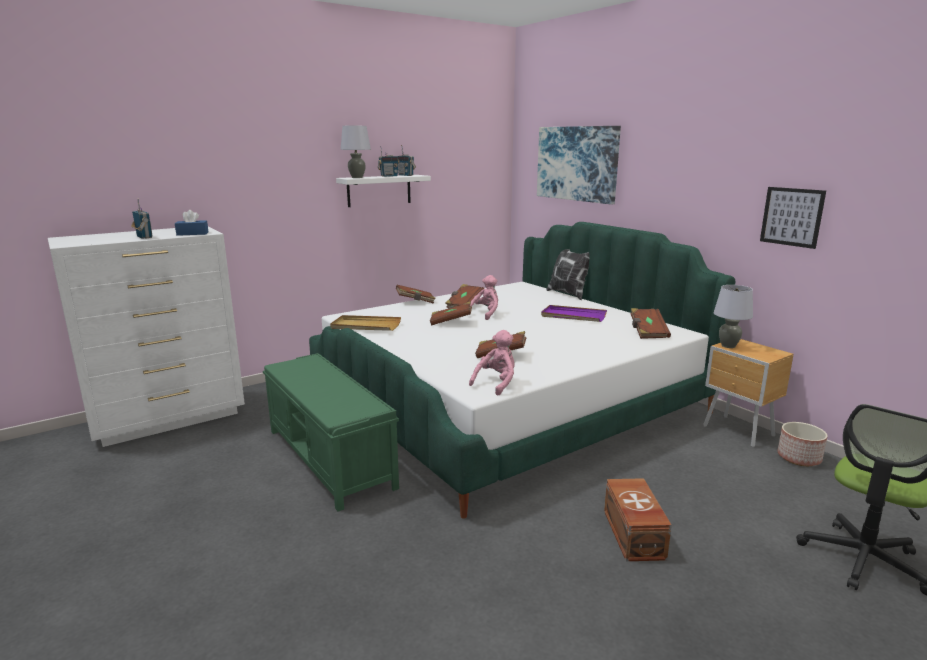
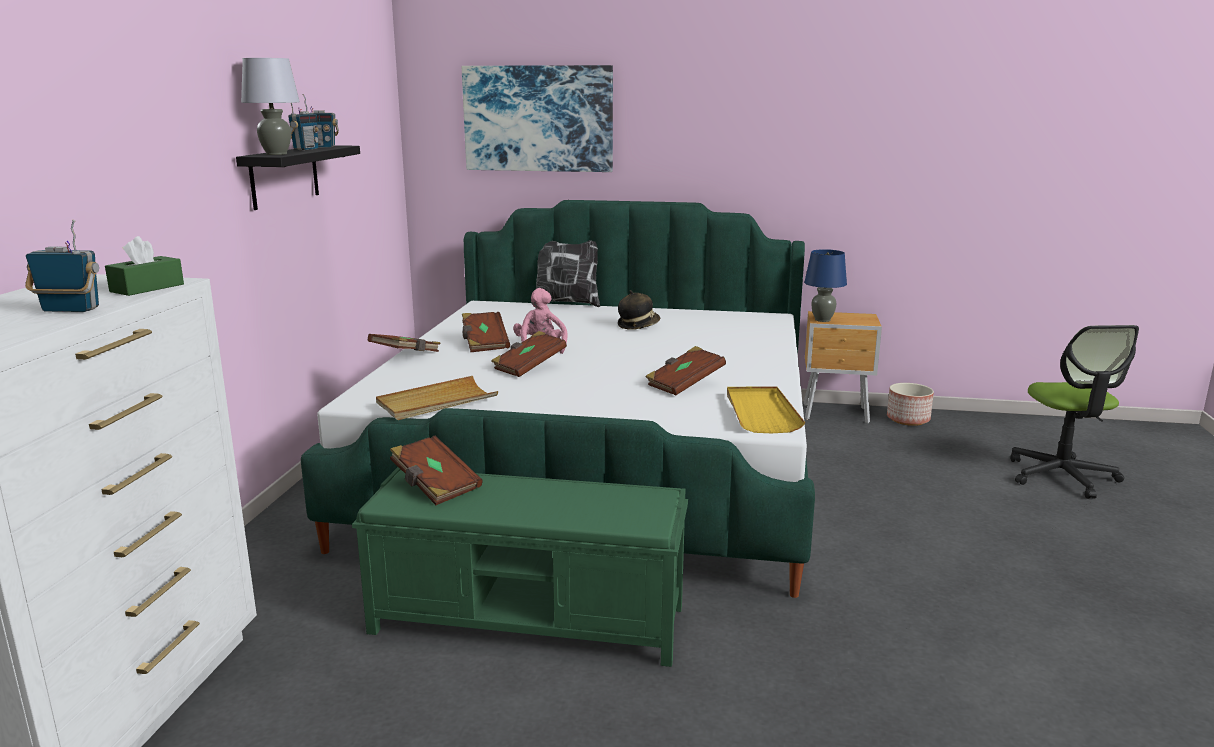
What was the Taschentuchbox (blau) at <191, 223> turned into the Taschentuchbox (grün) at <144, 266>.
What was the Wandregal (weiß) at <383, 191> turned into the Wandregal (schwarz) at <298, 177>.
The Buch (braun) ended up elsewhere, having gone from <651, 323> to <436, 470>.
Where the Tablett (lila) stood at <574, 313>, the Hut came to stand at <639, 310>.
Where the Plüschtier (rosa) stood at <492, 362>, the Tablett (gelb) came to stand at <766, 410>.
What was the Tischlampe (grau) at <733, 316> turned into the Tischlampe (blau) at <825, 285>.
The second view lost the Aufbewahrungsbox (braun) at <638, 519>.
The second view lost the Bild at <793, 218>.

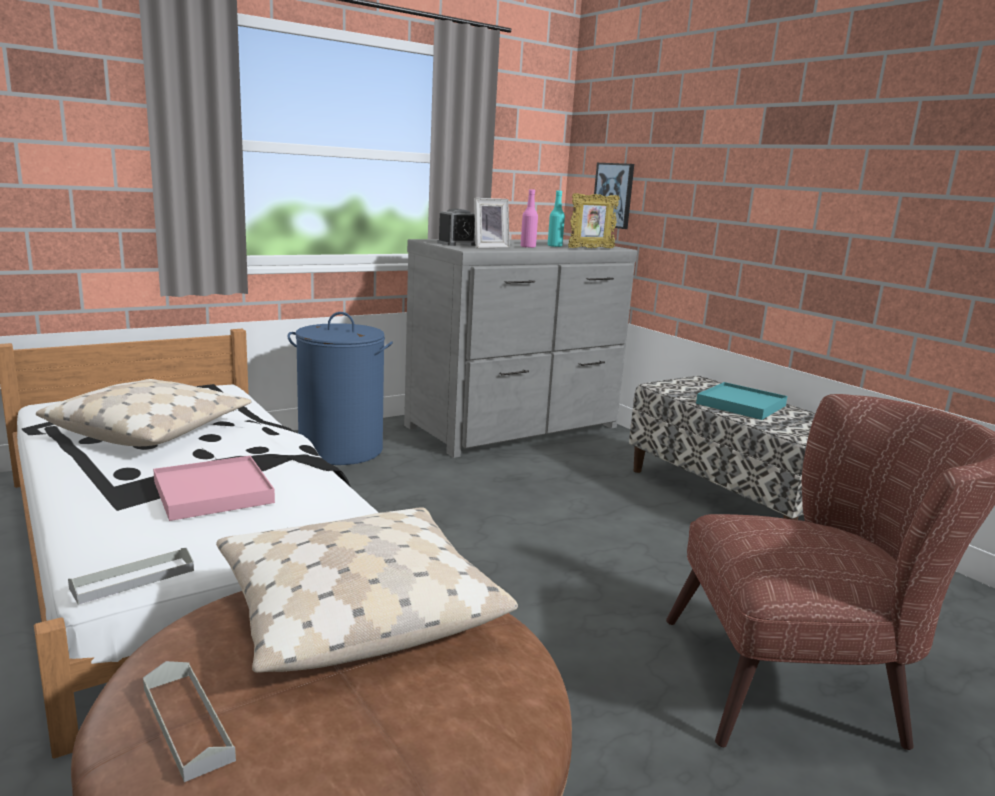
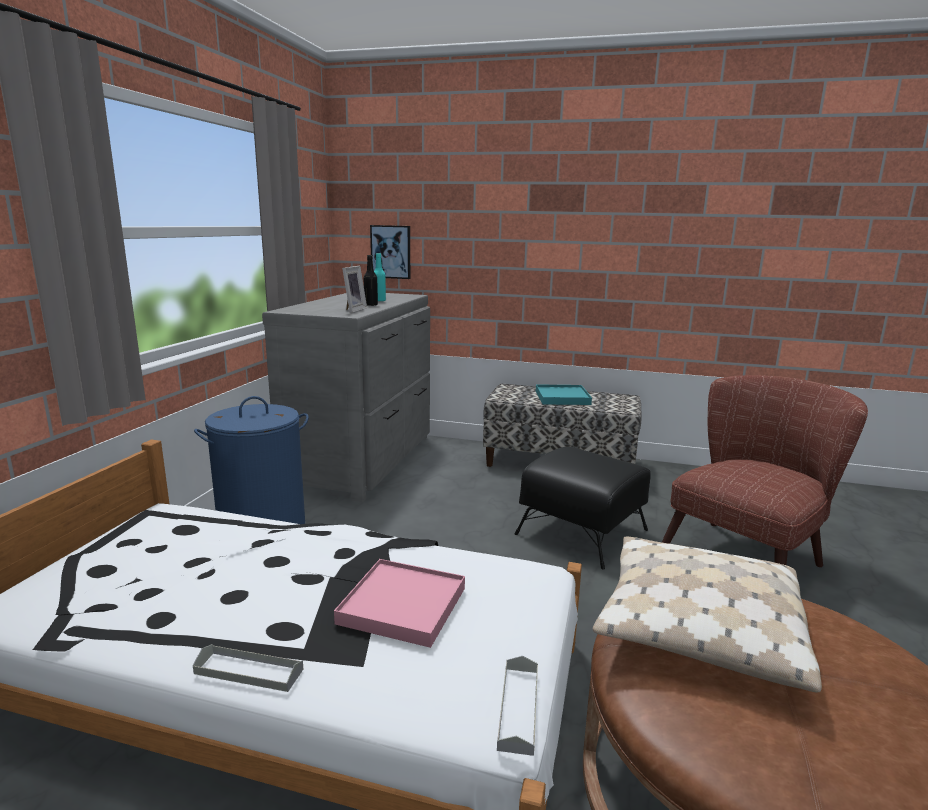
The Tablett (grau) ended up elsewhere, having gone from <189, 721> to <248, 668>.
What was the Flasche (rosa) at <529, 218> turned into the Flasche (schwarz) at <370, 280>.
The second view gained the Polsterhocker (schwarz) at <583, 508>.
The second view lost the Kissen (beige) at <143, 412>.
The second view lost the Wecker at <456, 227>.
The second view lost the Bilderrahmen at <594, 221>.

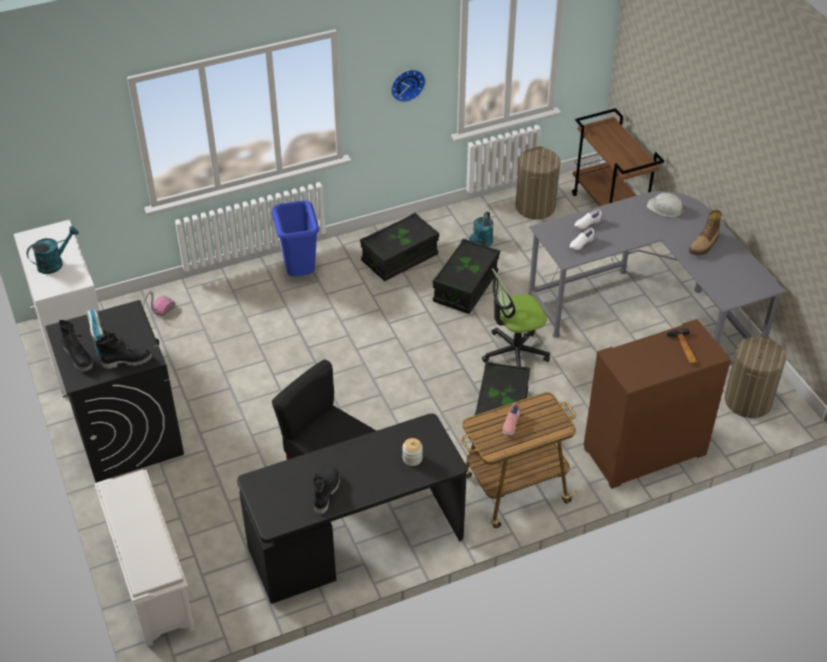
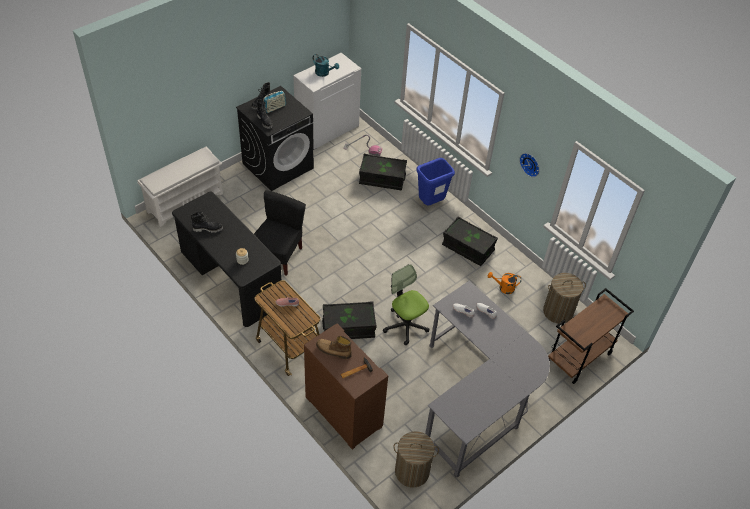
The Stiefel ended up elsewhere, having gone from <705, 232> to <334, 347>.
The Aufbewahrungsbox (schwarz) ended up elsewhere, having gone from <466, 276> to <383, 172>.
What was the Gießkanne (türkis) at <481, 229> turned into the Gießkanne (orange) at <504, 283>.
The second view lost the Schutzhelm (weiß) at <666, 205>.

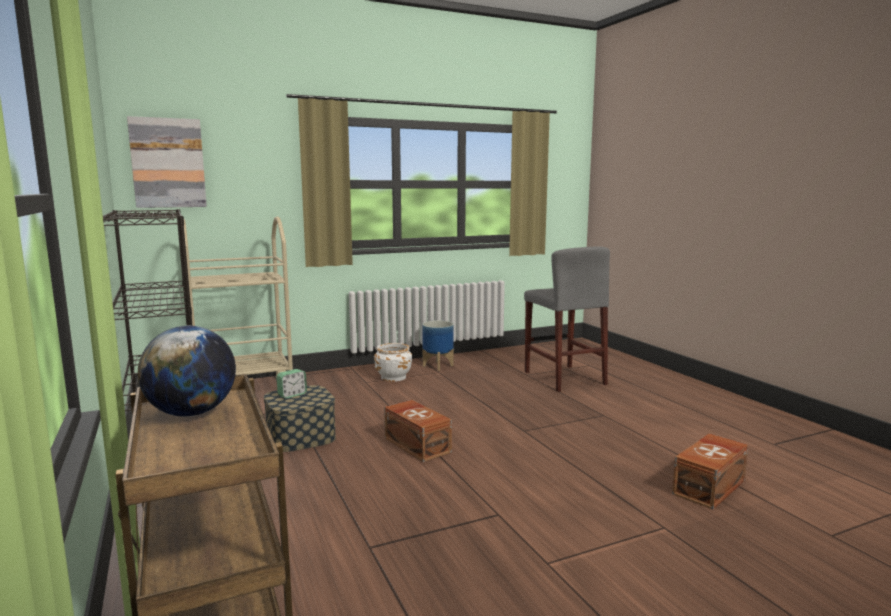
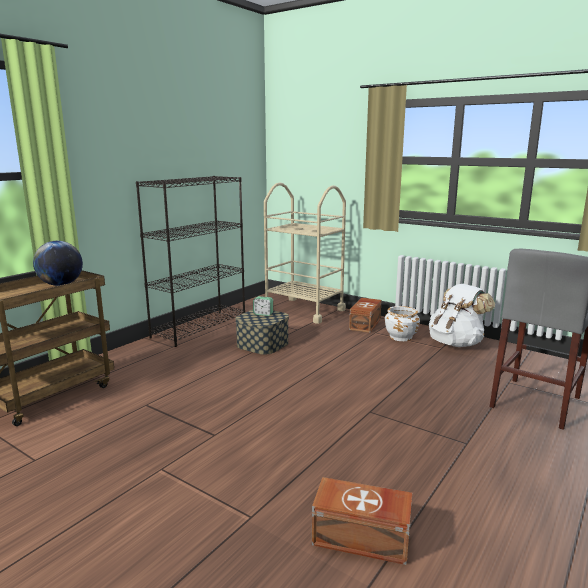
The Aufbewahrungsbox (braun) ended up elsewhere, having gone from <418, 431> to <365, 315>.
Where the Pflanzkübel stood at <438, 346>, the Rucksack (weiß) came to stand at <462, 315>.
The second view lost the Bild at <167, 162>.

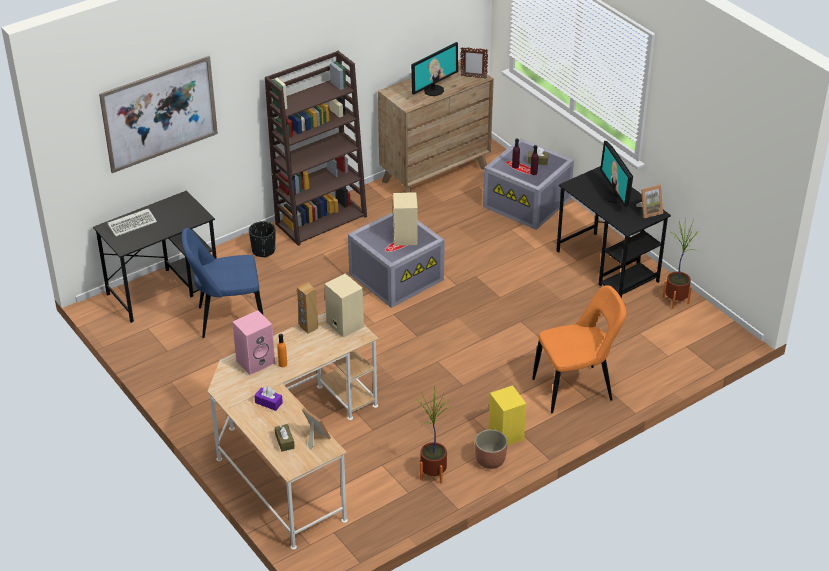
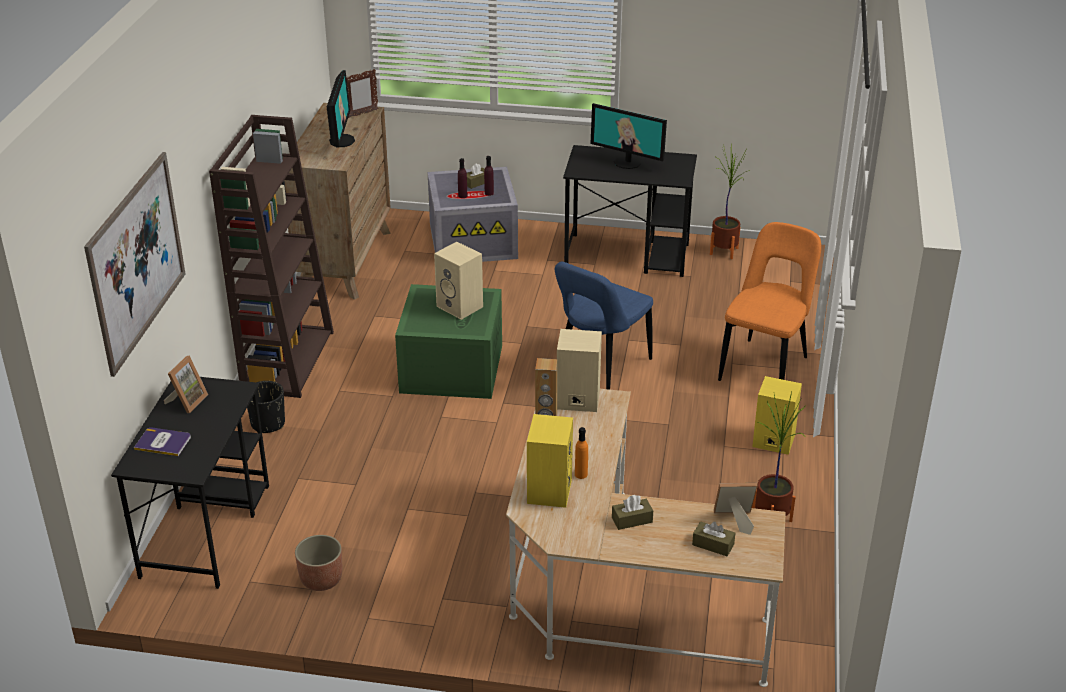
Where the Tastatur stood at <132, 222>, the Buch came to stand at <162, 441>.
The Bilderrahmen ended up elsewhere, having gone from <649, 201> to <186, 384>.
The Pflanzkübel ended up elsewhere, having gone from <491, 449> to <318, 563>.
What was the Aufbewahrungsbox (grau) at <396, 260> turned into the Aufbewahrungsbox (grün) at <448, 341>.
What was the Lautsprecher (rosa) at <253, 342> turned into the Lautsprecher (gelb) at <550, 461>.
The Stuhl (blau) ended up elsewhere, having gone from <222, 283> to <604, 326>.
What was the Taschentuchbox (lila) at <268, 399> turned into the Taschentuchbox (braun) at <632, 512>.

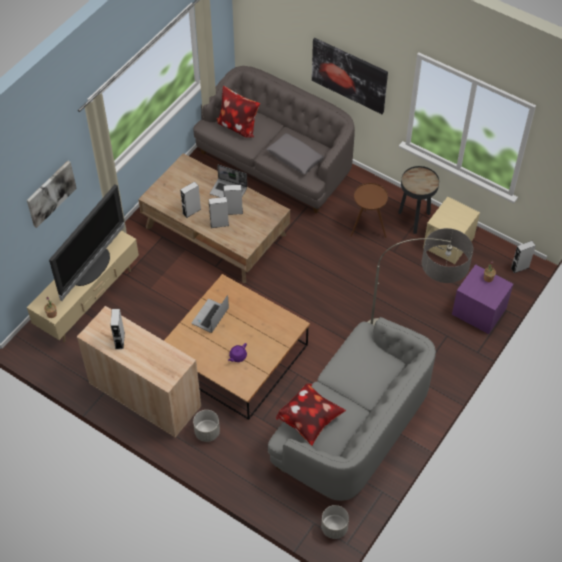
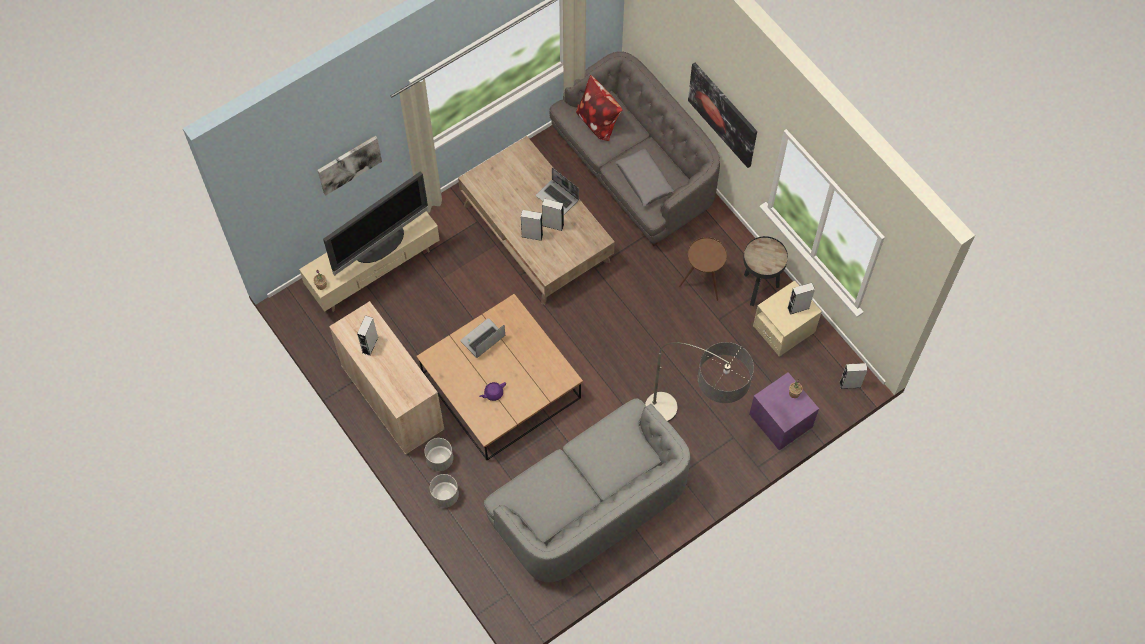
The Pflanzkübel (grau) ended up elsewhere, having gone from <335, 522> to <444, 491>.
The Lautsprecher (grau) ended up elsewhere, having gone from <190, 199> to <801, 299>.
The second view lost the Kissen at <311, 415>.

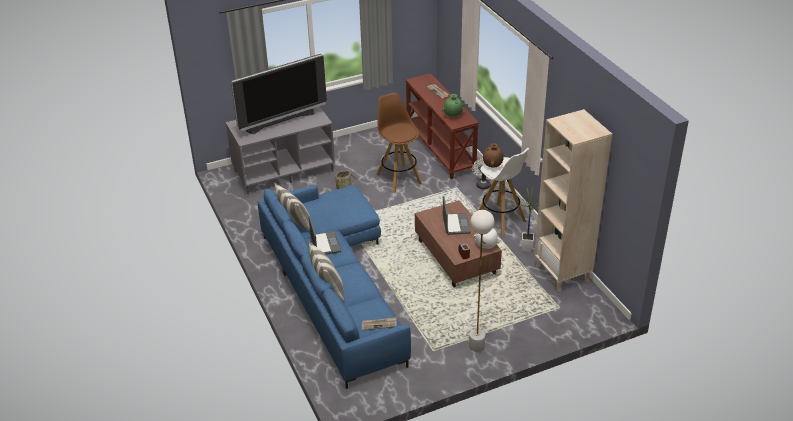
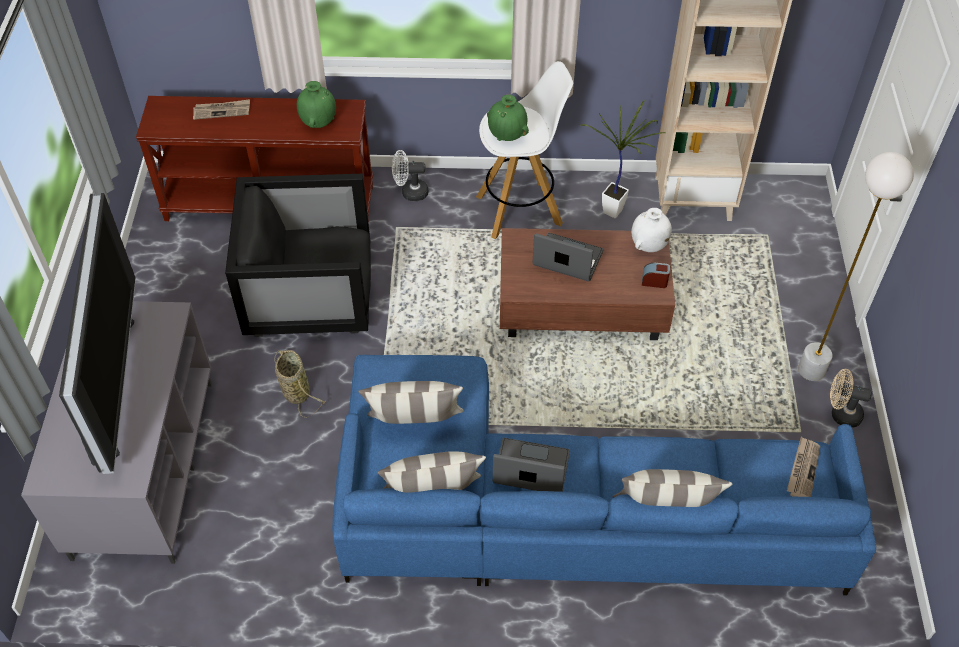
Where the Hocker (braun) stood at <399, 142>, the Sessel (schwarz) came to stand at <298, 255>.
The second view gained the Kissen at <411, 402>.
What was the Vase (braun) at <493, 155> turned into the Vase (grün) at <508, 118>.
The second view gained the Ventilator (beige) at <851, 398>.

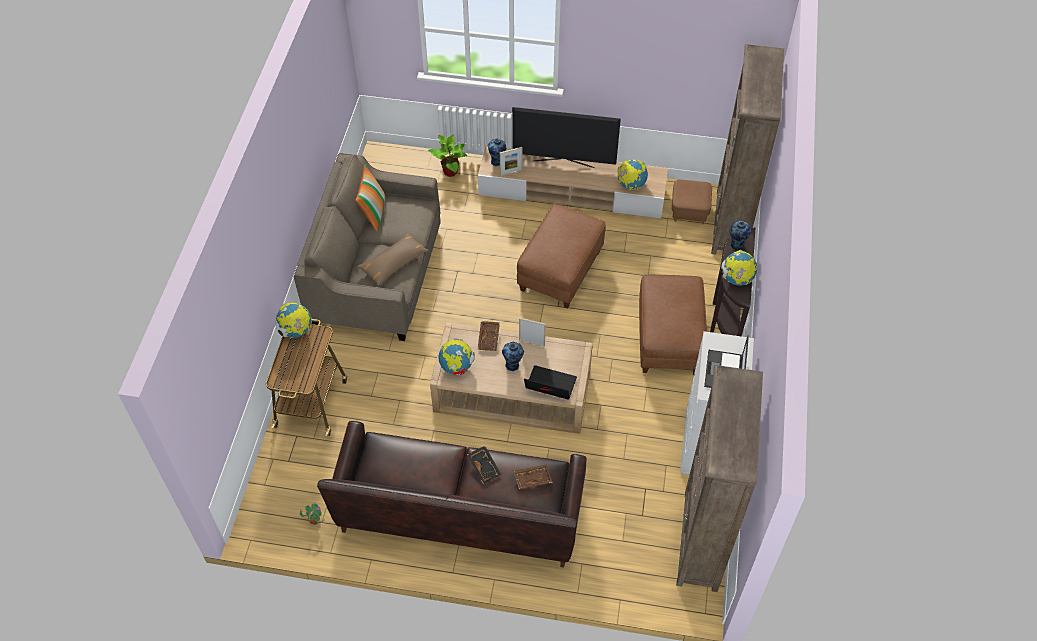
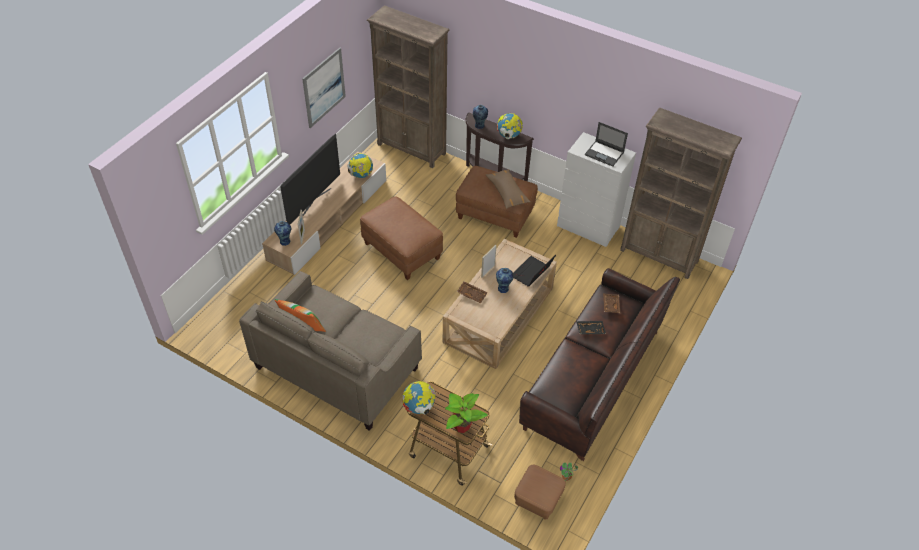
The second view gained the Bild at <324, 87>.
The Topfpflanze ended up elsewhere, having gone from <447, 156> to <466, 413>.
The Kissen (braun) ended up elsewhere, having gone from <393, 258> to <508, 189>.
The Polsterhocker (braun) ended up elsewhere, having gone from <692, 201> to <540, 492>.
The second view lost the Globus at <457, 357>.

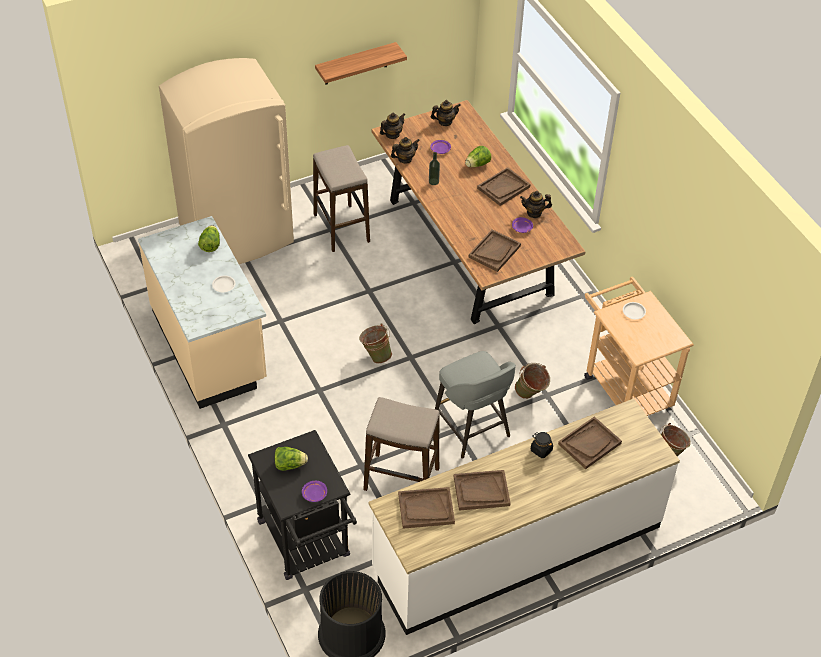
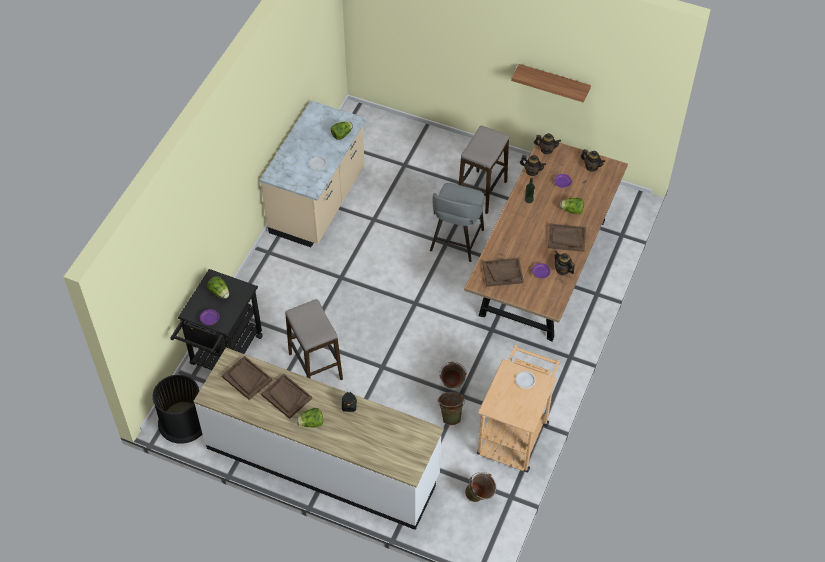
The second view gained the Salatkopf at <309, 418>.
The Hocker (grau) ended up elsewhere, having gone from <475, 405> to <457, 222>.
The Eimer (grün) ended up elsewhere, having gone from <375, 343> to <451, 408>.
The second view lost the Kühlschrank (beige) at <226, 161>.
The second view lost the Tablett (braun) at <590, 442>.

